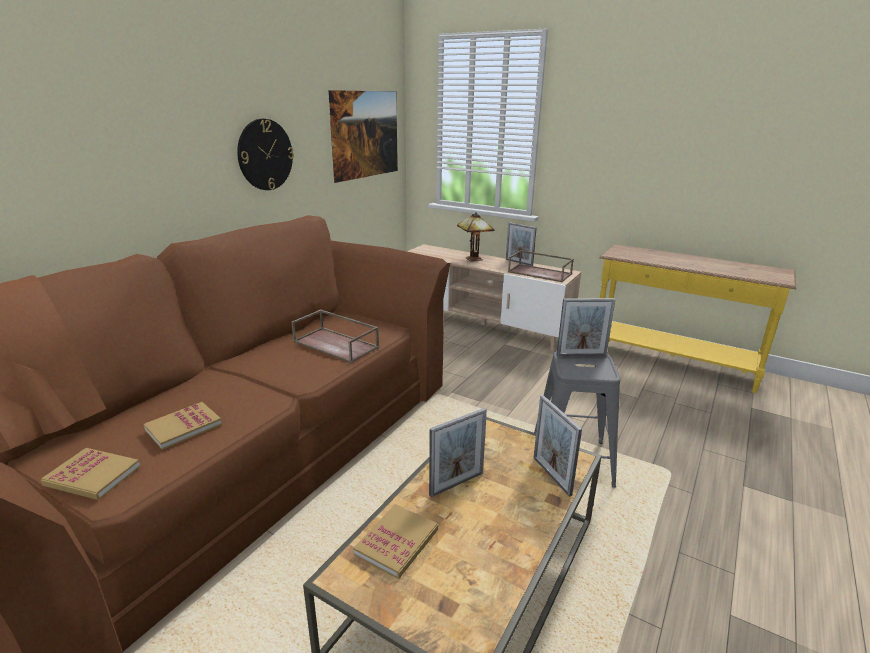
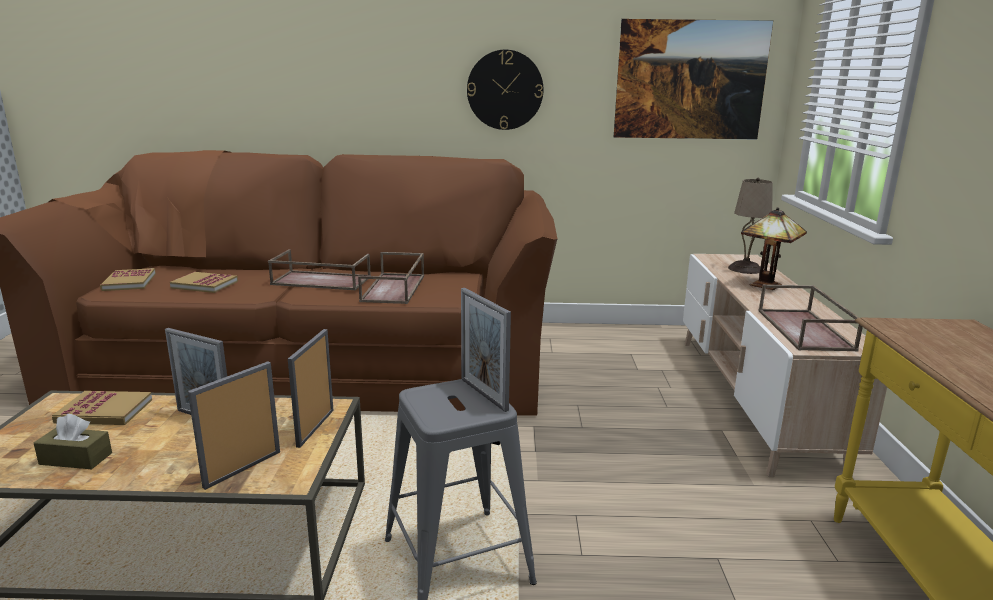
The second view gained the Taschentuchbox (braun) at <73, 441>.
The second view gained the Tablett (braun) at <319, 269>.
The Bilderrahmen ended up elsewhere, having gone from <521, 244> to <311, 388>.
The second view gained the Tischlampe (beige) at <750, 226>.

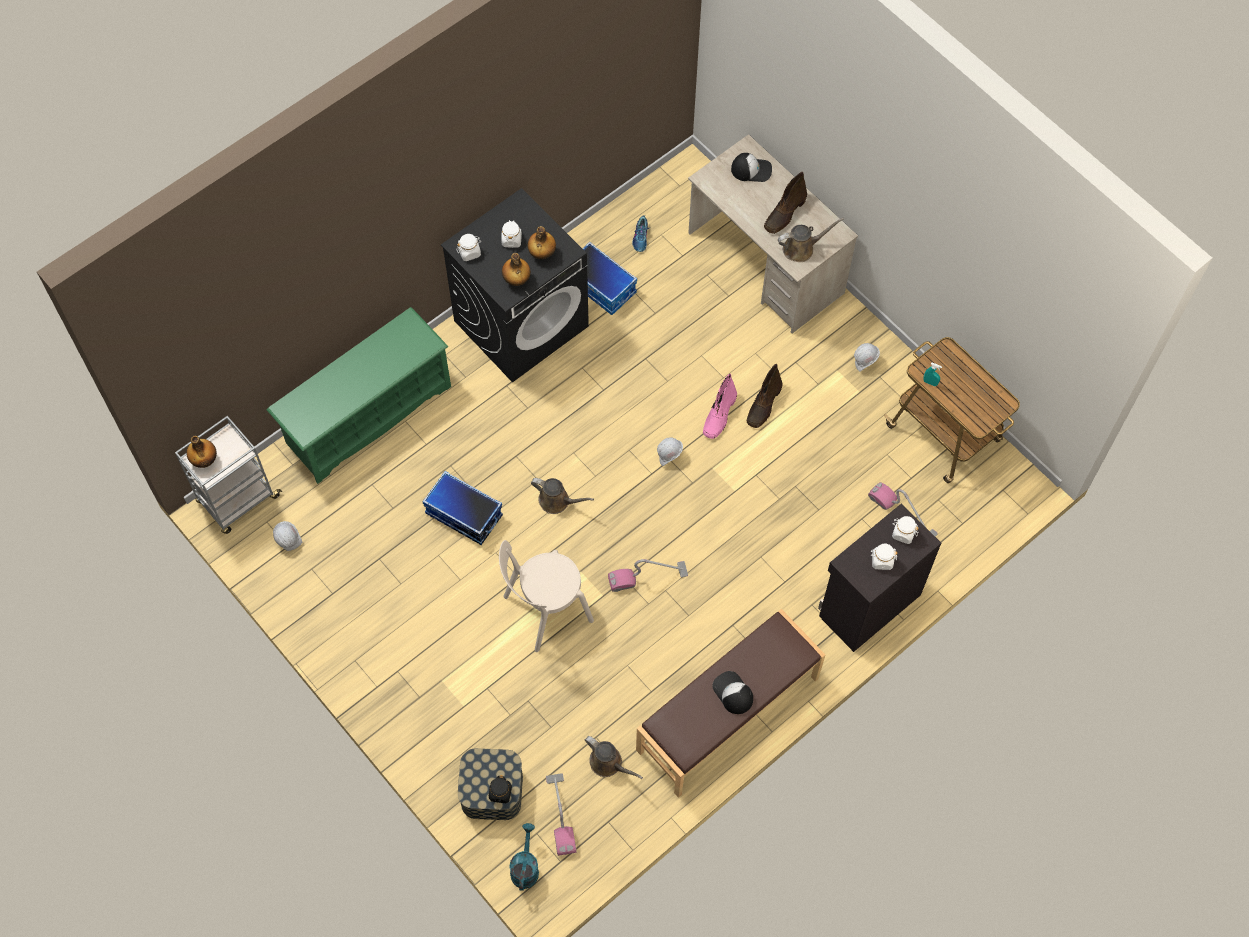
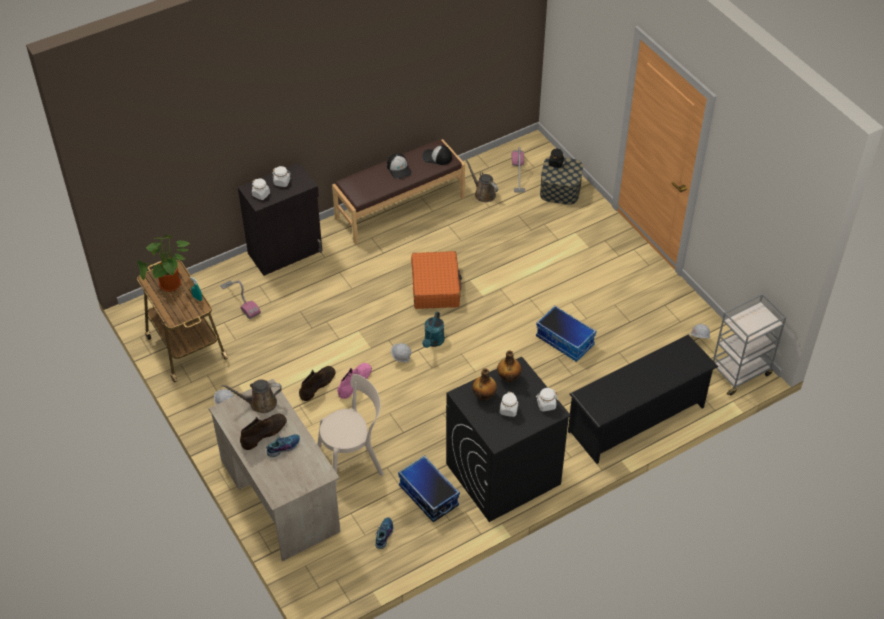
The second view gained the Topfpflanze at <164, 263>.
The second view gained the Schuh at <283, 445>.
The Stuhl (beige) ended up elsewhere, having gone from <546, 596> to <350, 431>.
Where the Staubsauger stood at <648, 575>, the Koffer (orange) came to stand at <436, 280>.
The Kappe ended up elsewhere, having gone from <751, 167> to <437, 155>.
The Gießkanne (türkis) ended up elsewhere, having gone from <524, 857> to <433, 330>.
What was the Schuhregal (grün) at <359, 395> turned into the Schuhregal (schwarz) at <643, 399>.
The second view lost the Flasche at <201, 452>.
The second view lost the Gießkanne (braun) at <562, 496>.

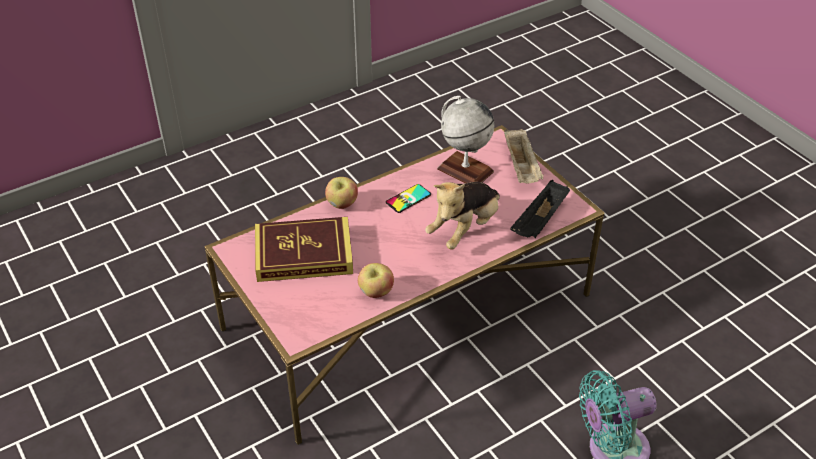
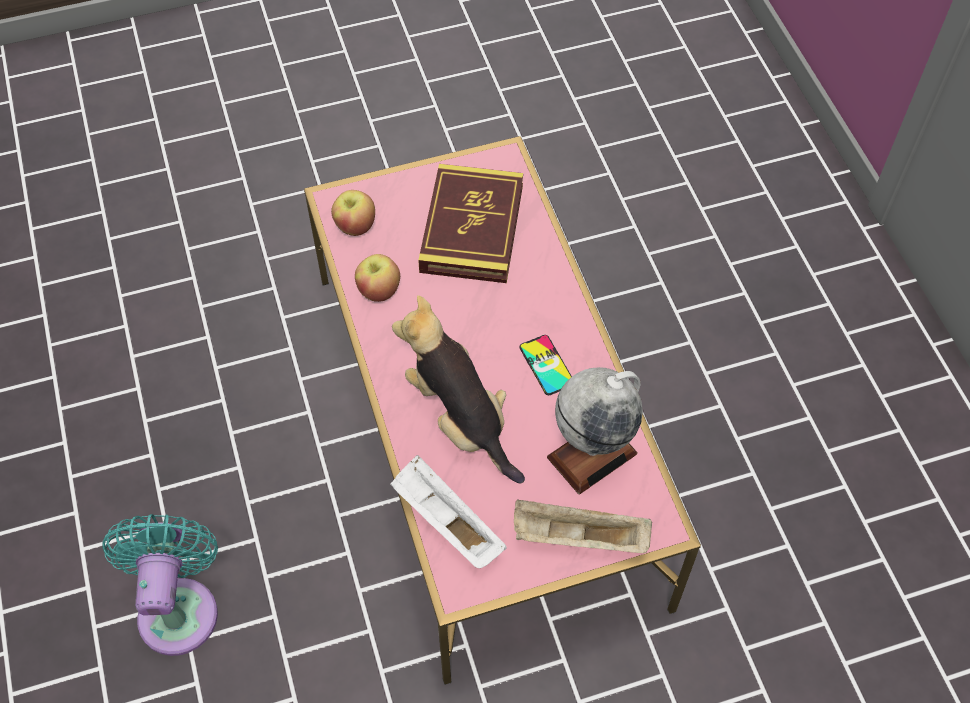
The Apfel ended up elsewhere, having gone from <341, 193> to <353, 213>.
What was the Tablett (schwarz) at <540, 209> turned into the Tablett (weiß) at <448, 512>.

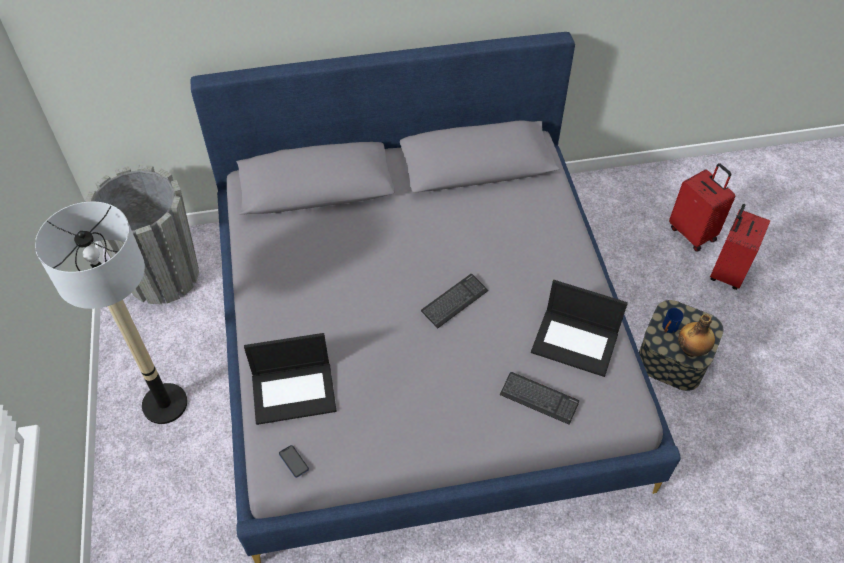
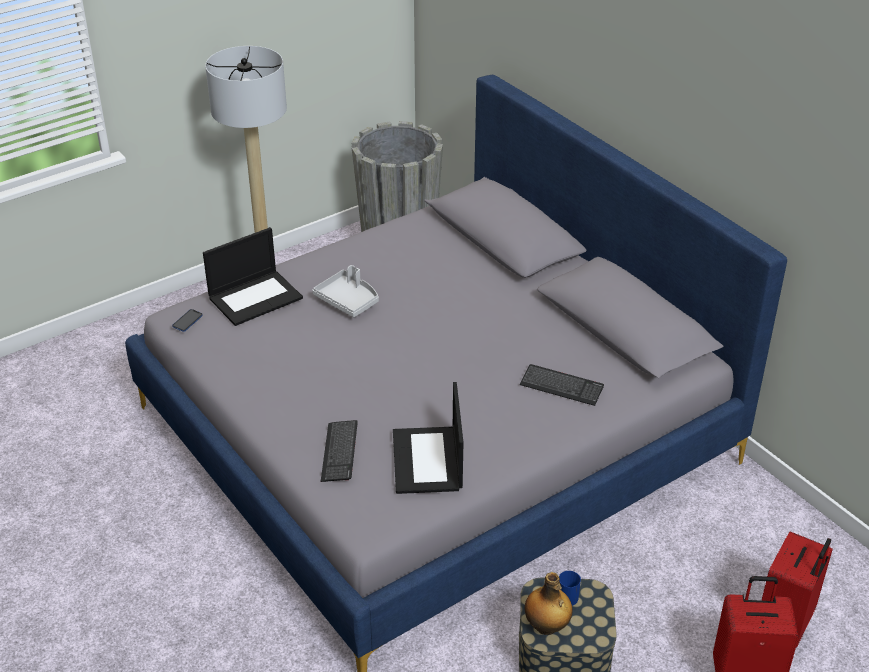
The Laptop at <290, 379> ended up facing another way, 90 degrees counterclockwise from before.
The second view gained the Tablett (grau) at <345, 291>.
The Tastatur ended up elsewhere, having gone from <454, 301> to <562, 385>.

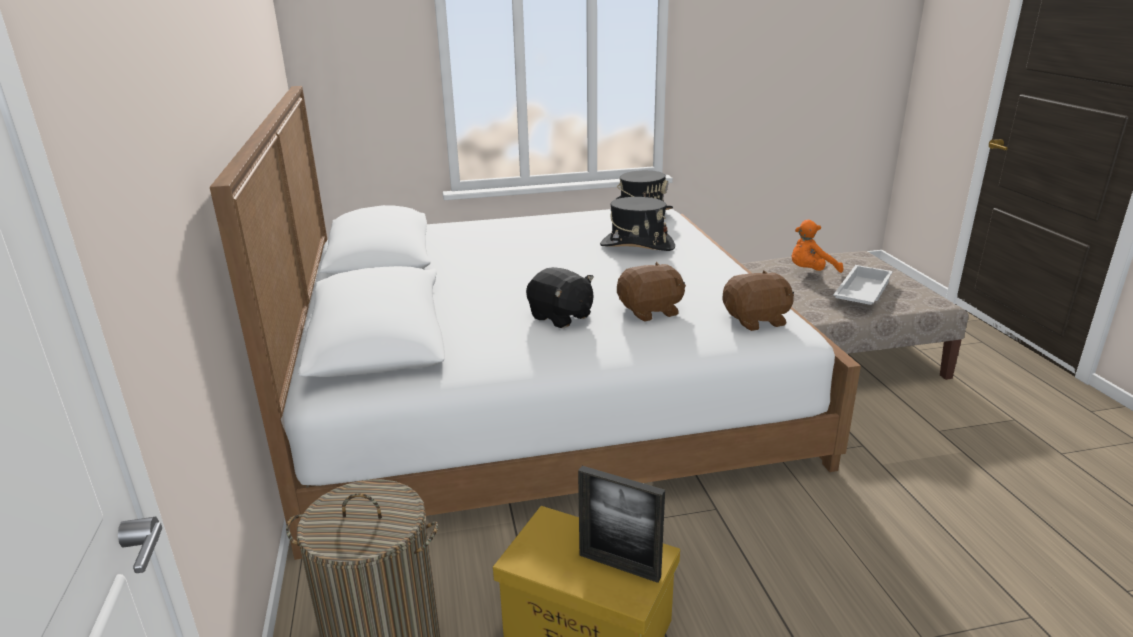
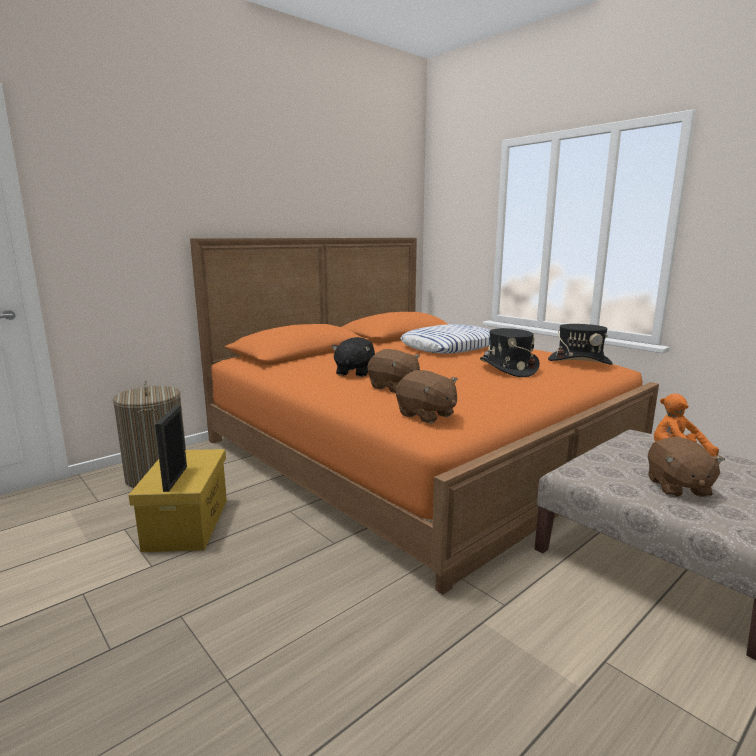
What was the Bett (weiß) at <535, 323> turned into the Bett (orange) at <424, 416>.
The second view gained the Kissen at <445, 339>.
Where the Tablett (weiß) stood at <863, 285>, the Plüschtier (braun) came to stand at <686, 466>.

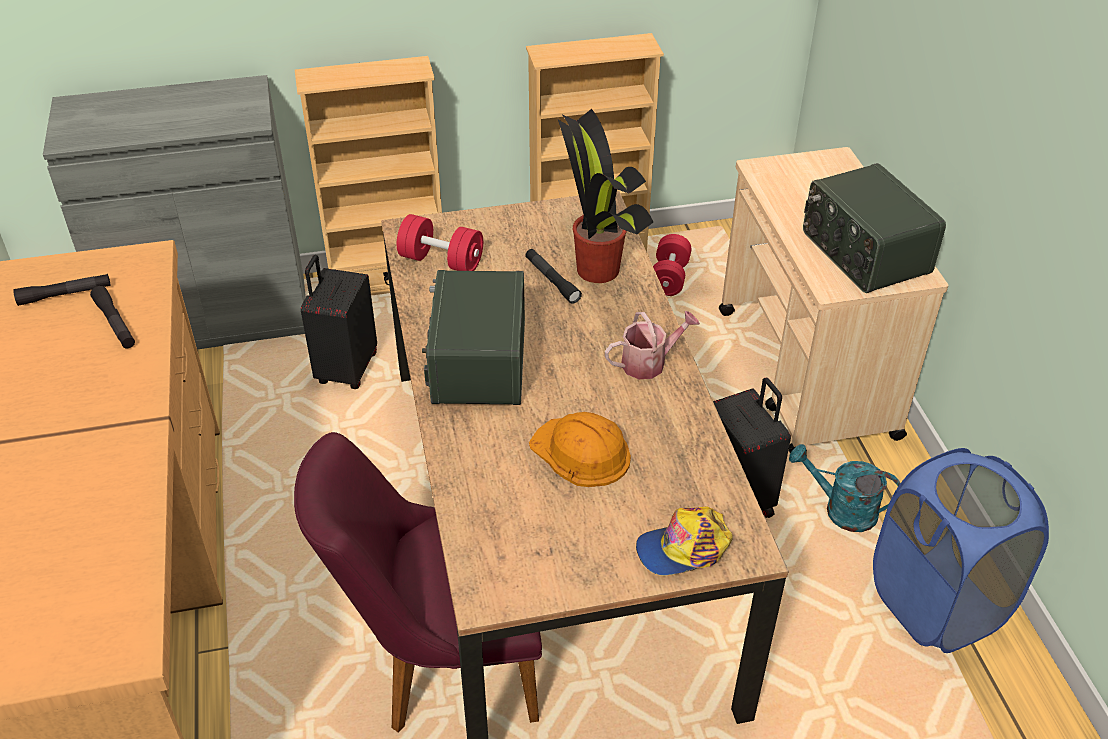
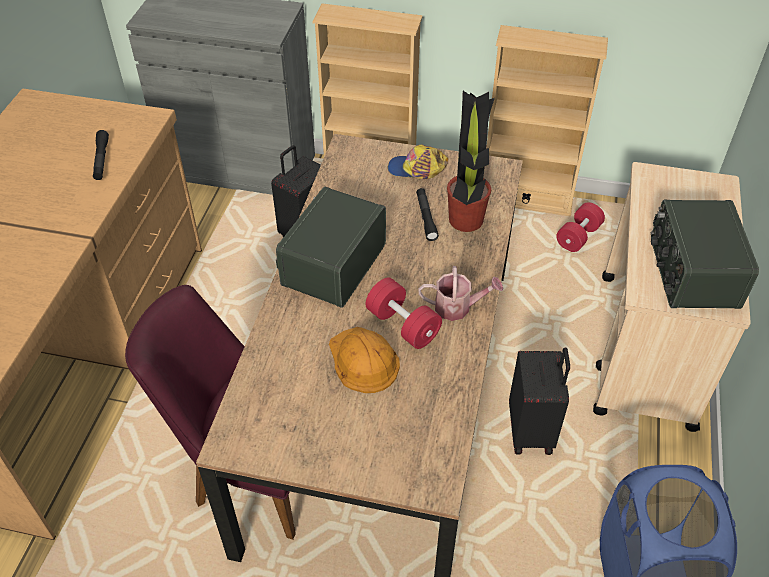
The Hantel (rot) ended up elsewhere, having gone from <440, 242> to <404, 313>.
The Kappe ended up elsewhere, having gone from <684, 541> to <418, 161>.
The second view lost the Taschenlampe (schwarz) at <62, 290>.
The second view lost the Gießkanne (türkis) at <844, 488>.

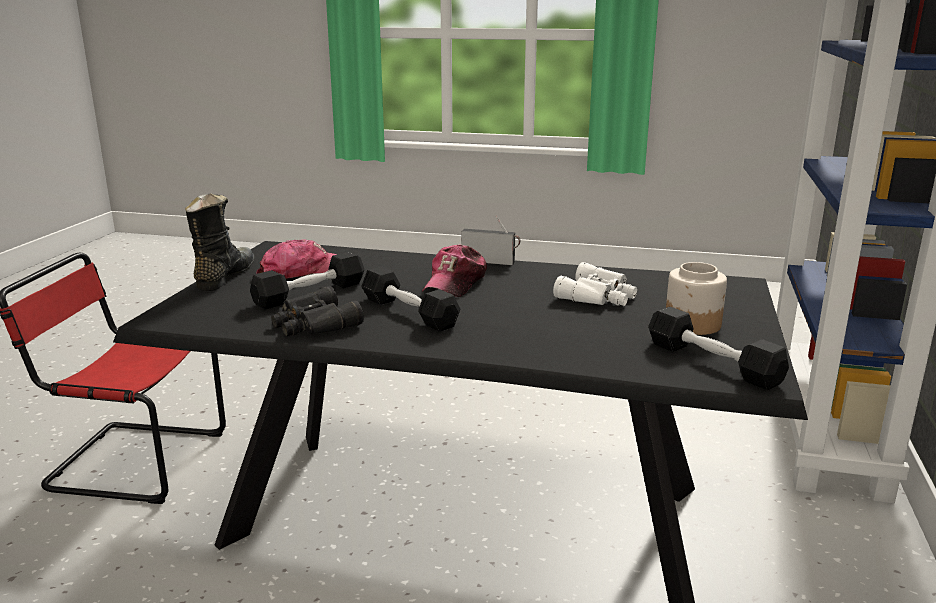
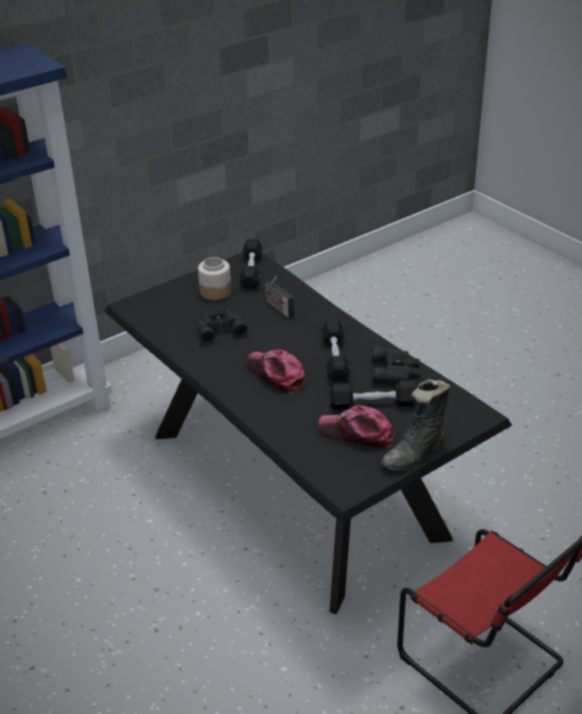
What was the Fernglas (weiß) at <595, 284> turned into the Fernglas (schwarz) at <222, 325>.
The Kappe at <454, 270> ended up facing another way, 105 degrees counterclockwise from before.
The Radio ended up elsewhere, having gone from <490, 240> to <279, 297>.

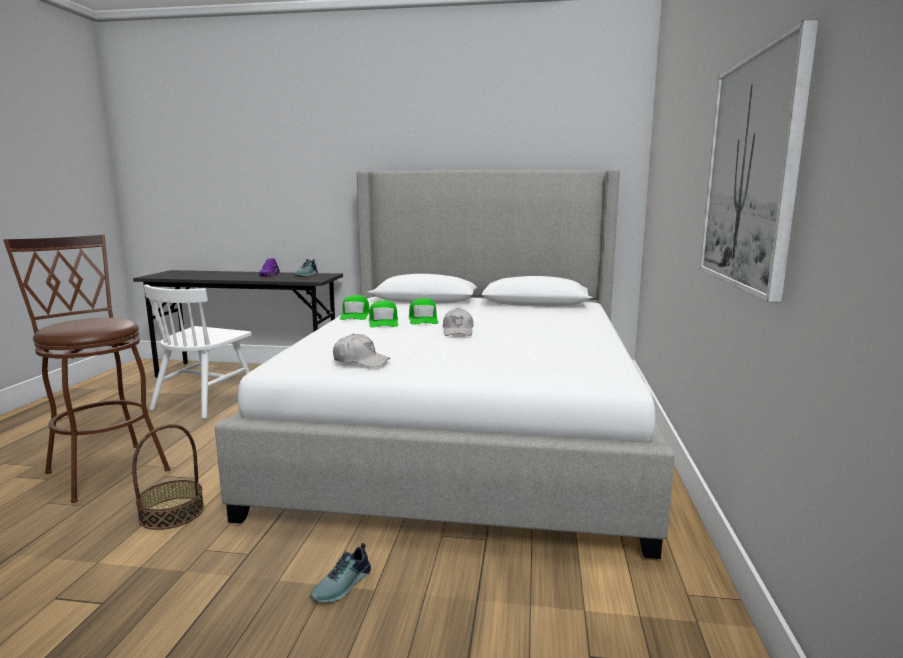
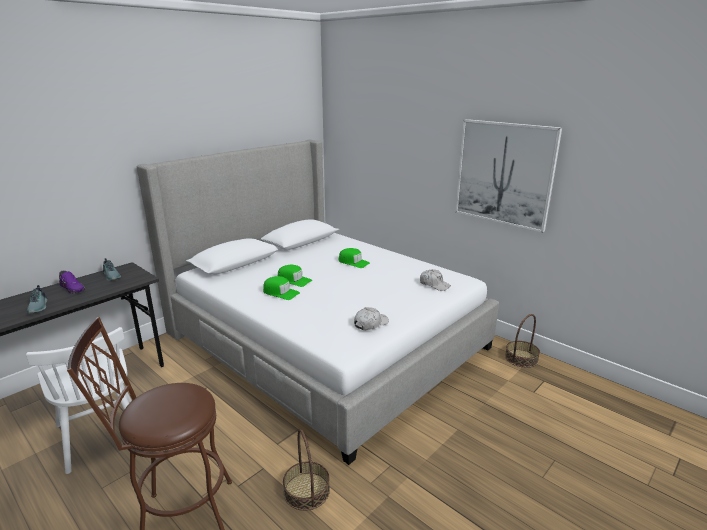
The Schuh ended up elsewhere, having gone from <340, 573> to <37, 299>.
The Kappe (grün) ended up elsewhere, having gone from <355, 307> to <354, 258>.
The Kappe (weiß) ended up elsewhere, having gone from <458, 322> to <435, 280>.
The second view gained the Korb at <522, 341>.

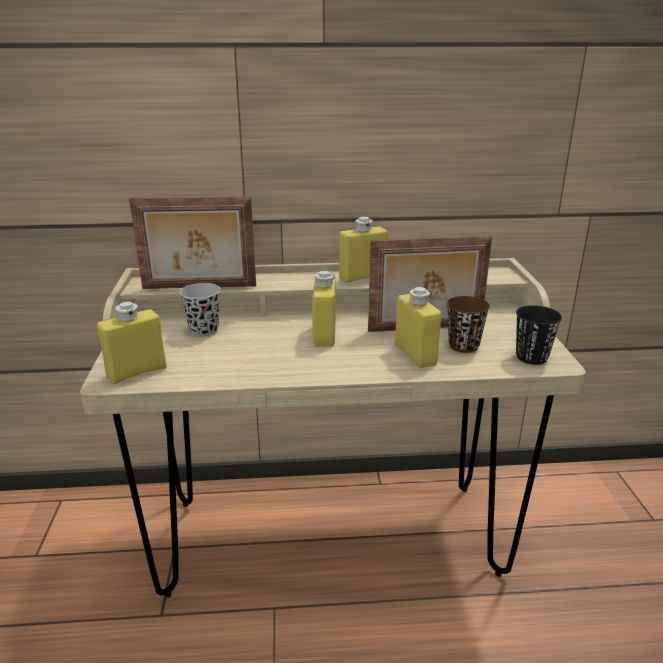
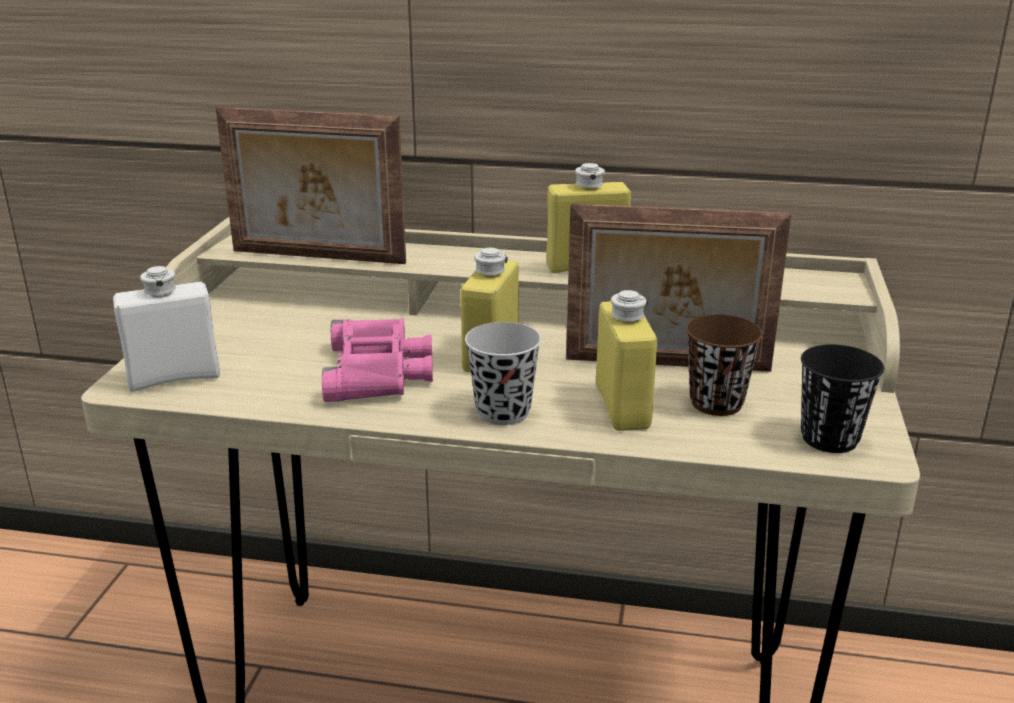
What was the Flasche (gelb) at <132, 343> turned into the Flasche (weiß) at <166, 329>.
The second view gained the Fernglas (rosa) at <377, 360>.
The Tasse (schwarz) ended up elsewhere, having gone from <200, 310> to <503, 373>.

